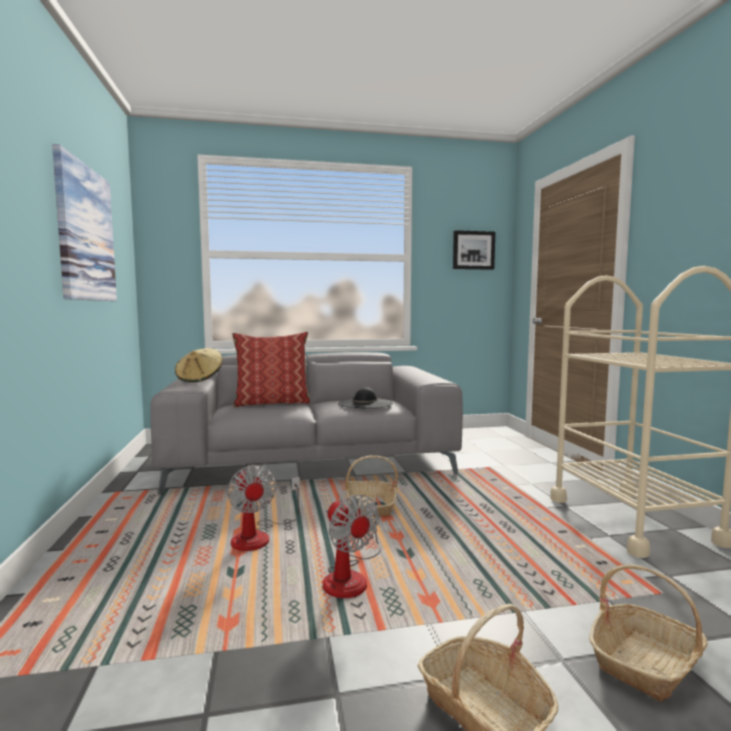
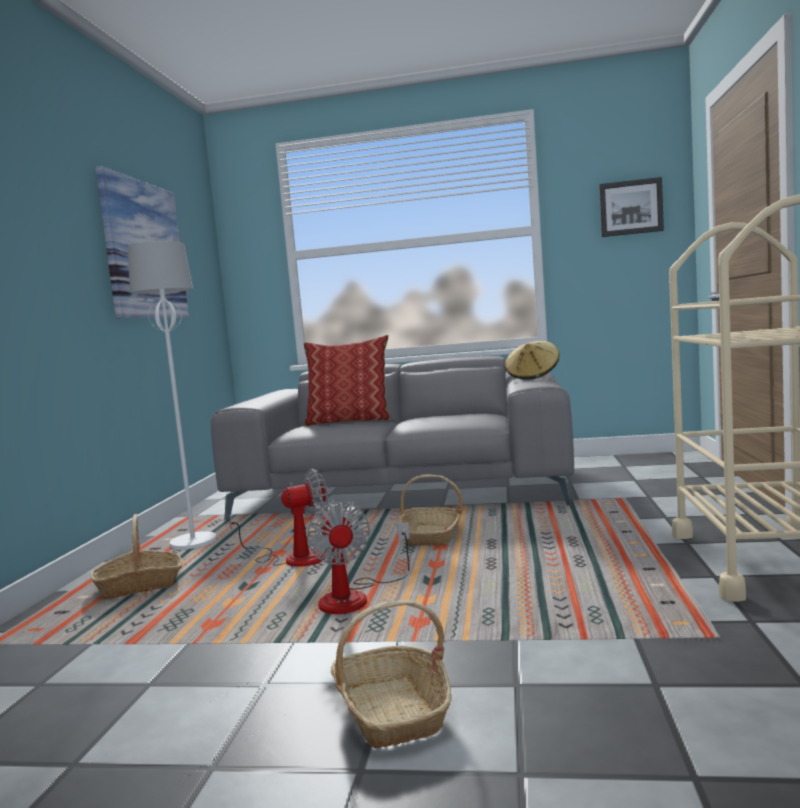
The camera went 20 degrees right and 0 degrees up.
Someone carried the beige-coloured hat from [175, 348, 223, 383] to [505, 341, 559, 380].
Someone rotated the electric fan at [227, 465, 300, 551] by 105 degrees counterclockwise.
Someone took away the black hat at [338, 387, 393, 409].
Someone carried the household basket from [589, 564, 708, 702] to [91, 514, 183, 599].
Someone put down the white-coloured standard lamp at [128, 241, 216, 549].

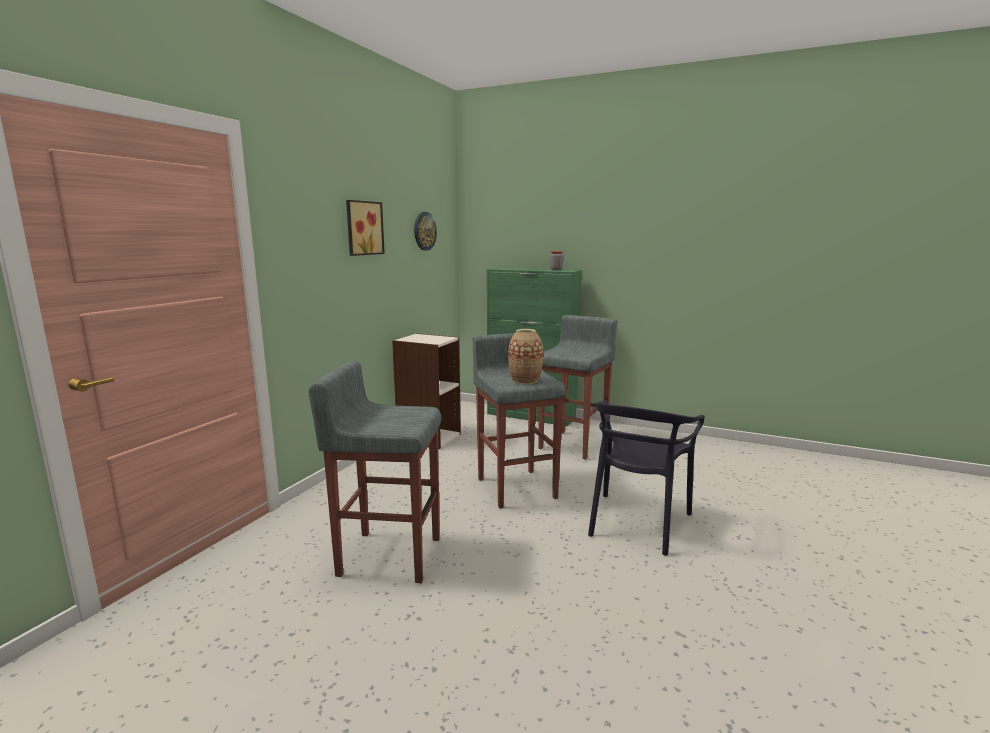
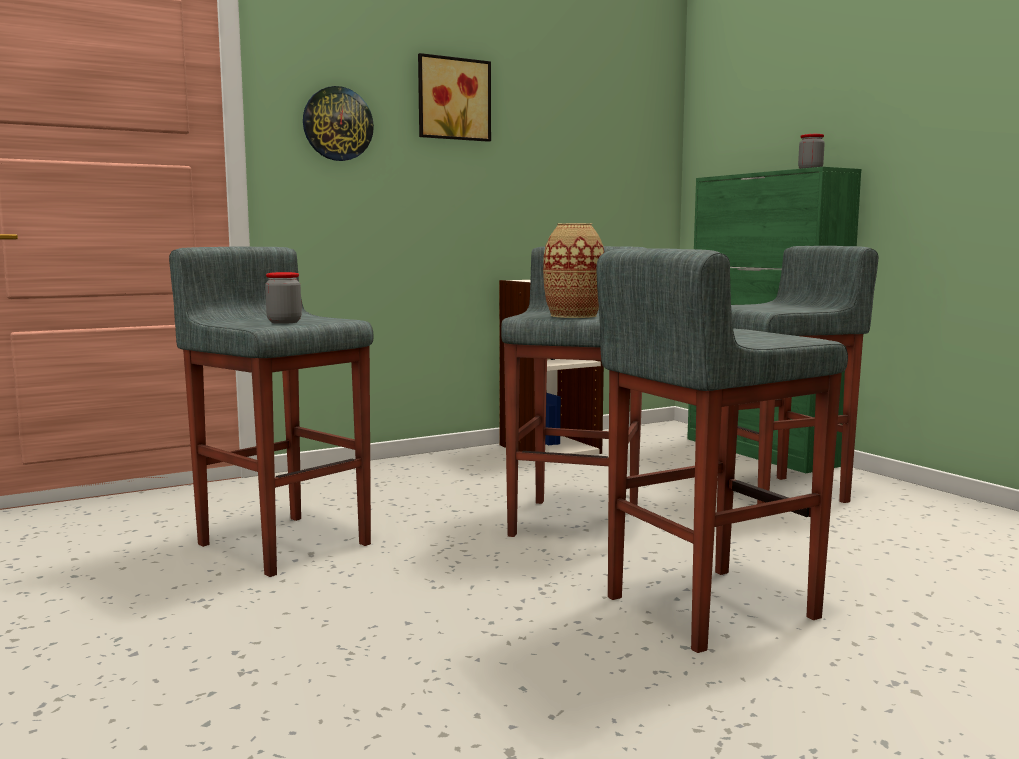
The camera went 35 degrees right and 5 degrees down.
Someone carried the wall clock from [414, 212, 437, 251] to [303, 86, 374, 161].
Someone swapped the black upright chair at [588, 401, 705, 556] for the gray sitting stool at [596, 248, 848, 653].
Someone put down the jar at [265, 272, 302, 324].

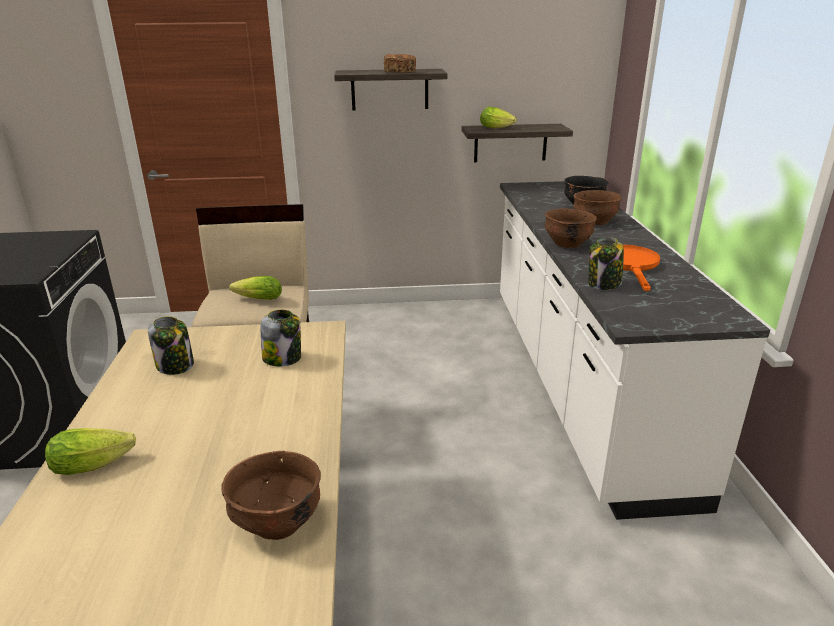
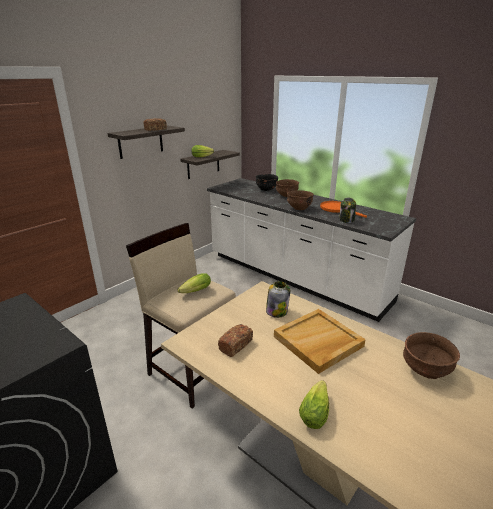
The camera went 45 degrees left and 0 degrees up.
Someone swapped the jar at [148, 316, 194, 375] for the bakery bread at [218, 324, 253, 357].
Someone put down the beige-coloured tray at [274, 309, 366, 374].

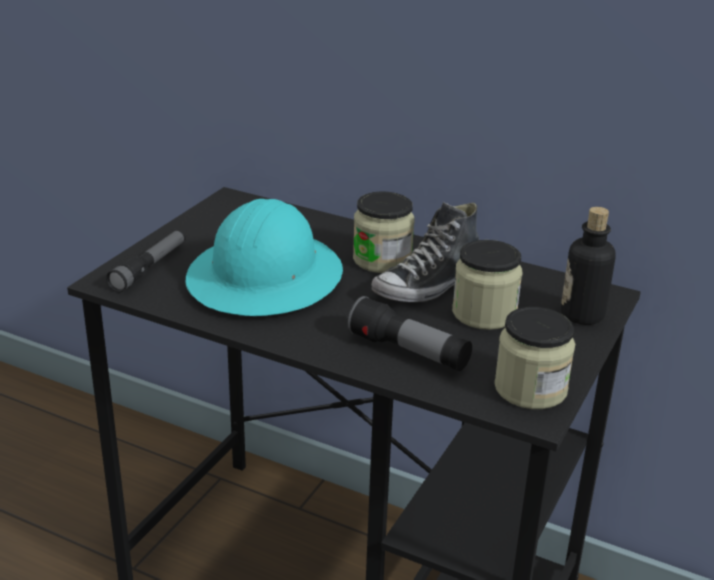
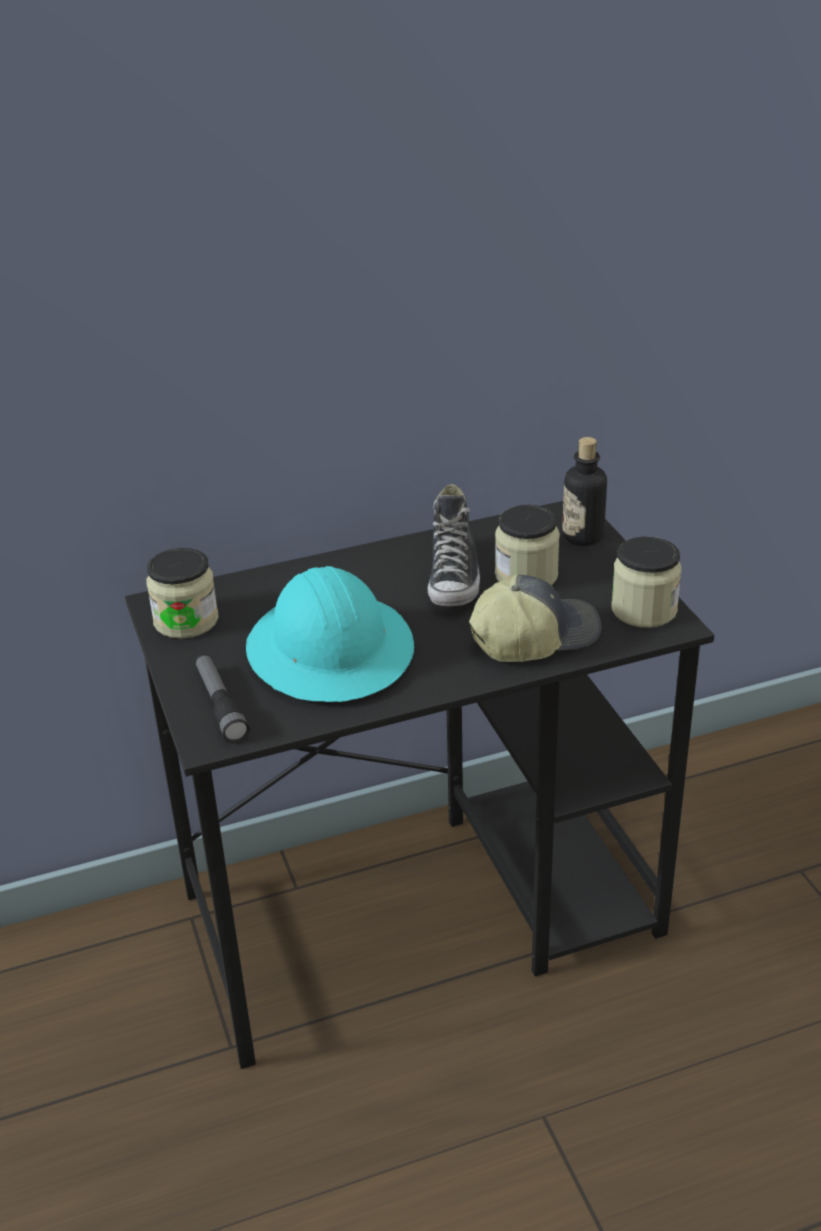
The camera went 45 degrees left and 5 degrees up.
Someone swapped the flashlight at [347, 296, 472, 371] for the baseball cap at [469, 574, 602, 662].
Someone carried the jar from [353, 191, 415, 273] to [147, 548, 219, 639].

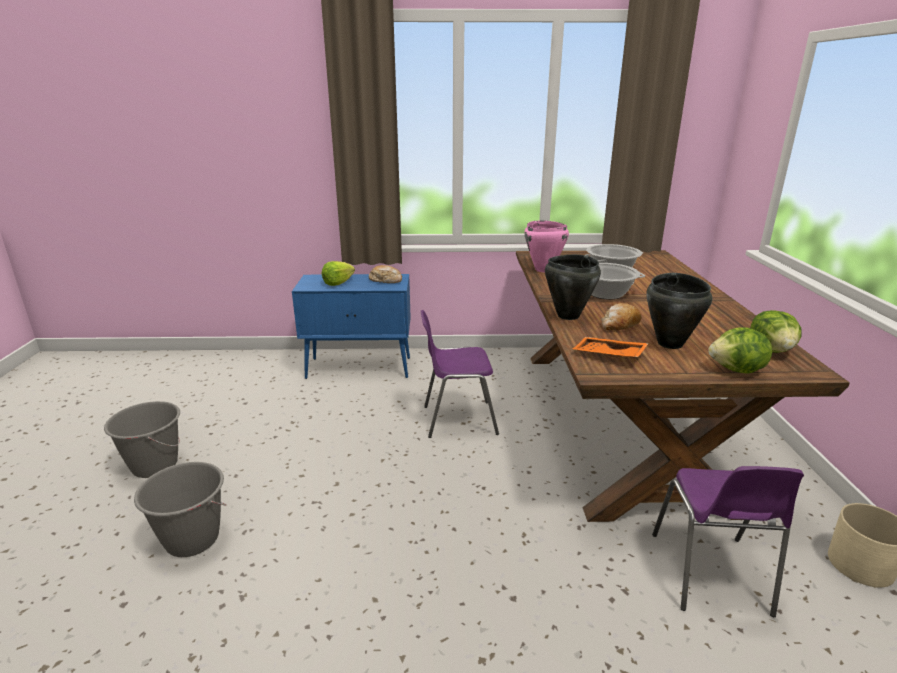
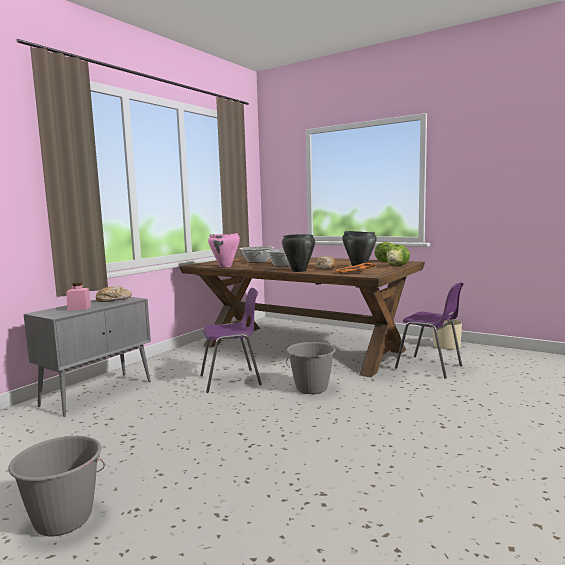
The camera went 55 degrees left and 15 degrees down.
Someone carried the gray pail from [134, 462, 227, 557] to [286, 342, 336, 394].
Someone repainted the blue storage cabinet at [292, 274, 411, 379], which became the gray storage cabinet at [24, 297, 151, 417].
Someone swapped the lettuce at [322, 261, 355, 286] for the pinkish jar at [66, 282, 91, 311].
Someone rotated the purple upright chair at [421, 310, 499, 438] by 135 degrees counterclockwise.

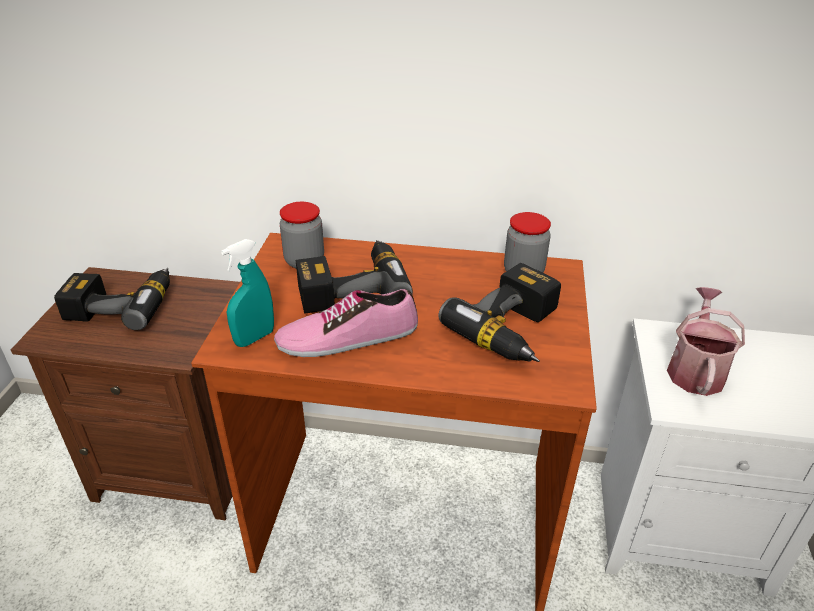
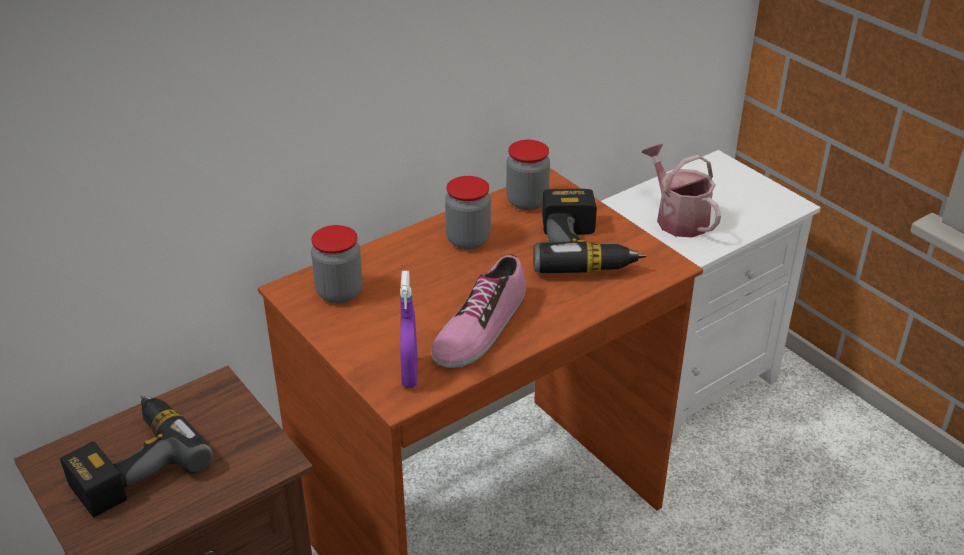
The camera went 45 degrees left and 0 degrees up.
Someone repainted the blue-green sprayer at [221, 239, 274, 347], which became the purple sprayer at [400, 271, 418, 388].
Someone took away the electric drill at [296, 240, 413, 314].
Someone put down the jar at [445, 176, 491, 250].

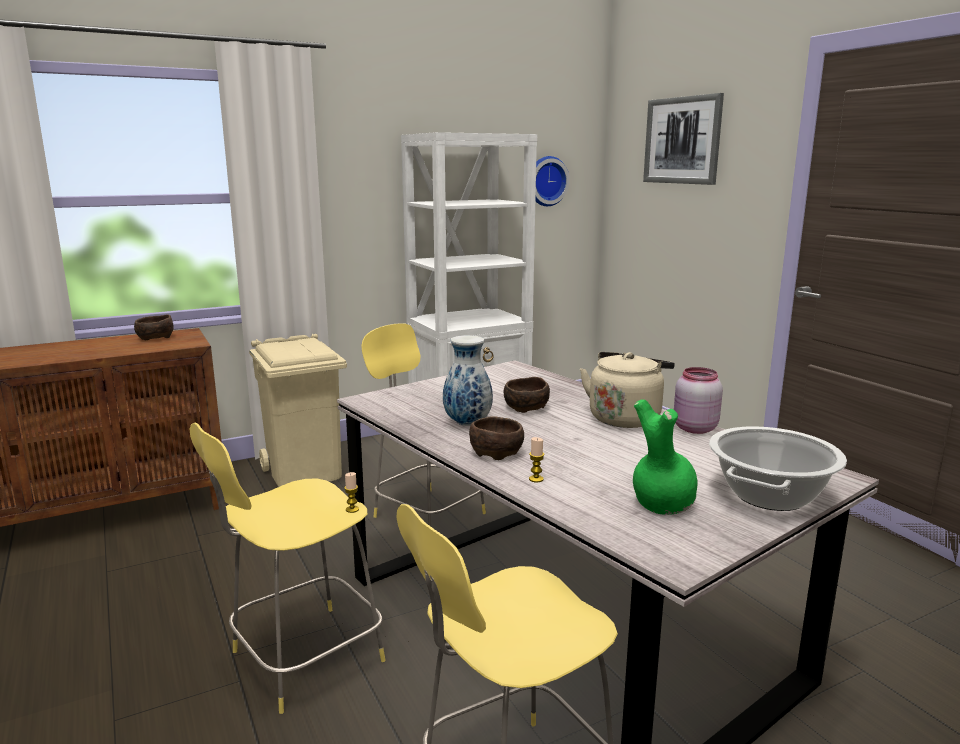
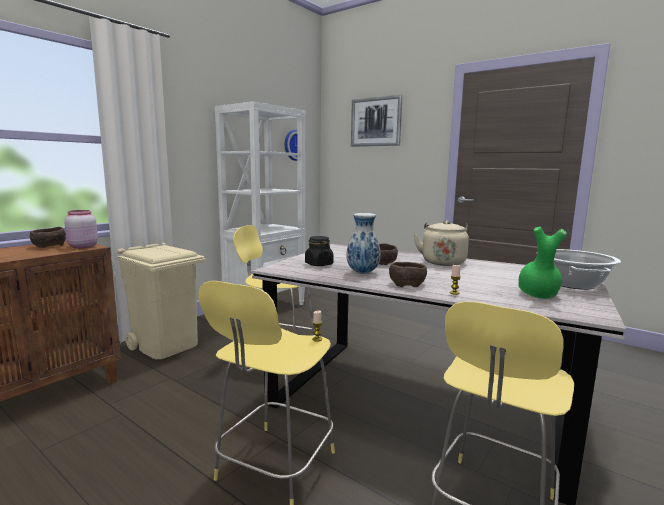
The camera went 25 degrees left and 5 degrees down.
Someone carried the pinkish jar from [674, 367, 723, 434] to [64, 210, 98, 249].
Someone put down the black jar at [305, 236, 334, 266].

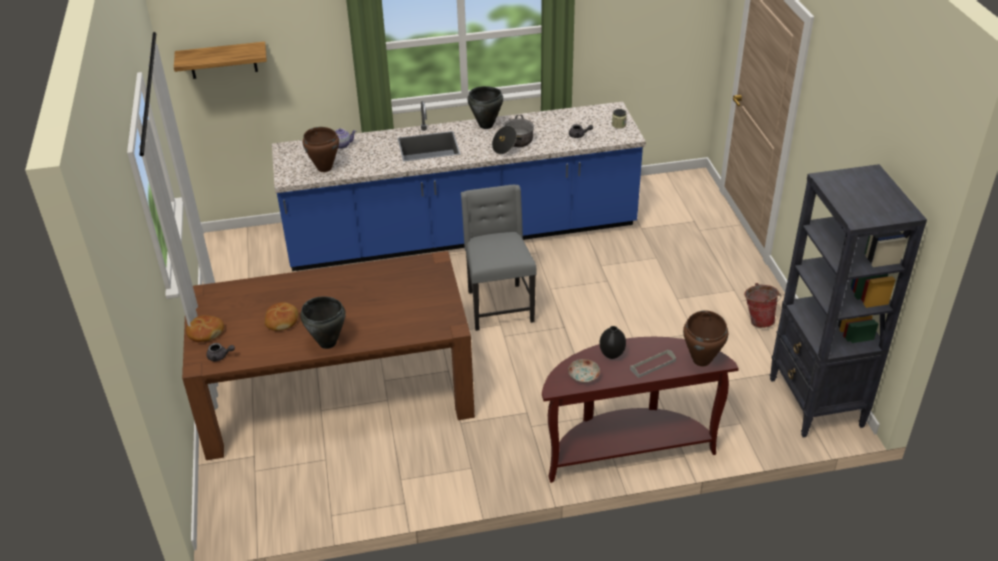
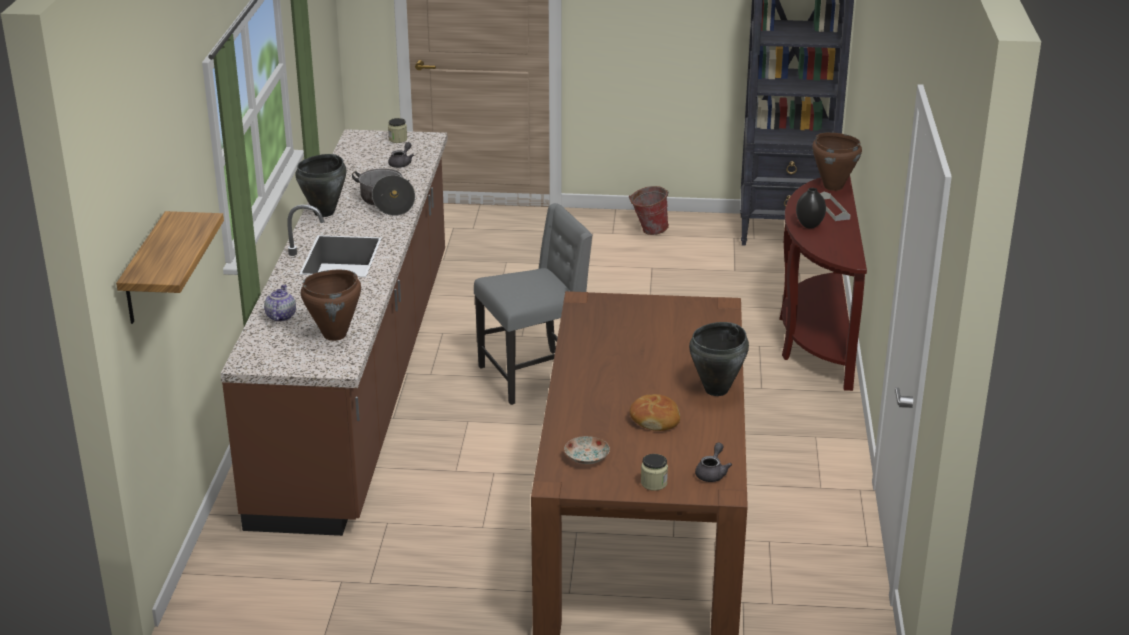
The camera went 75 degrees left and 10 degrees down.
Someone swapped the bakery bread at [186, 315, 224, 342] for the jar at [641, 454, 668, 491].
Someone repainted the blue kitchen counter at [272, 101, 646, 271], which became the brownish kitchen counter at [221, 129, 448, 536].
Someone rotated the gray upright chair at [461, 185, 536, 331] by 150 degrees clockwise.
Someone carried the dinner plate from [568, 359, 600, 383] to [564, 436, 610, 464].

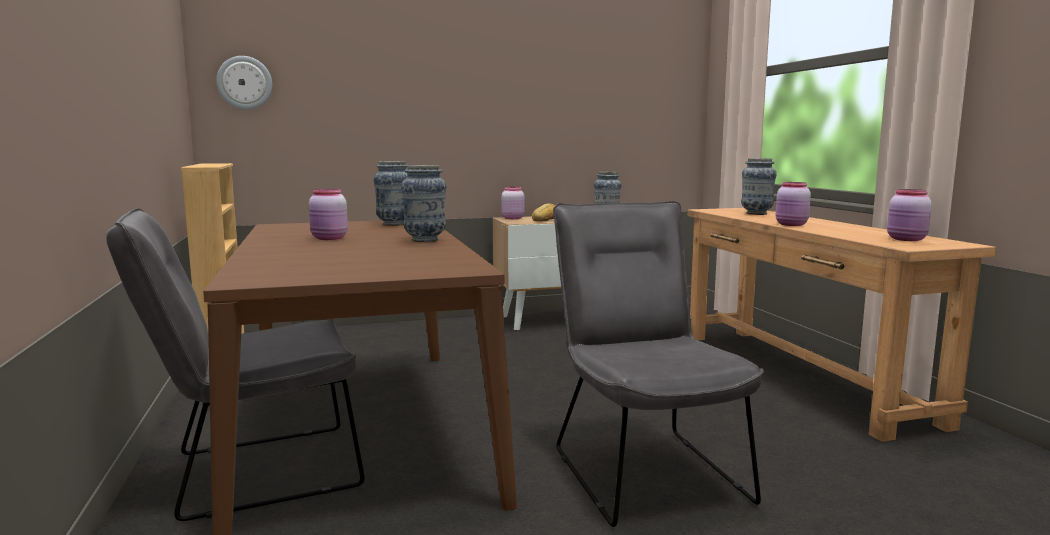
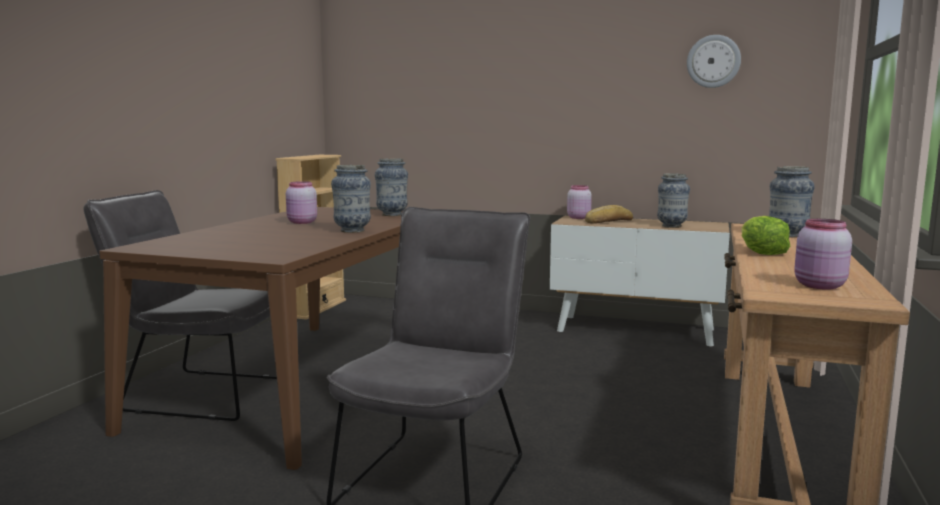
The camera went 35 degrees right and 0 degrees up.
Someone carried the wall clock from [216, 56, 272, 110] to [687, 35, 741, 88].
Someone swapped the pinkish jar at [776, 182, 811, 226] for the lettuce at [742, 216, 790, 255].

